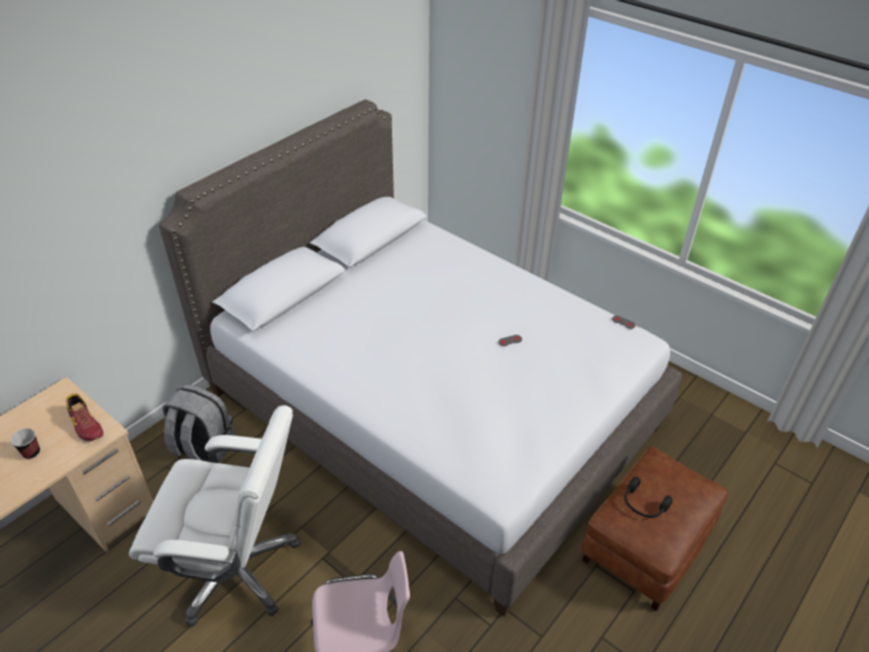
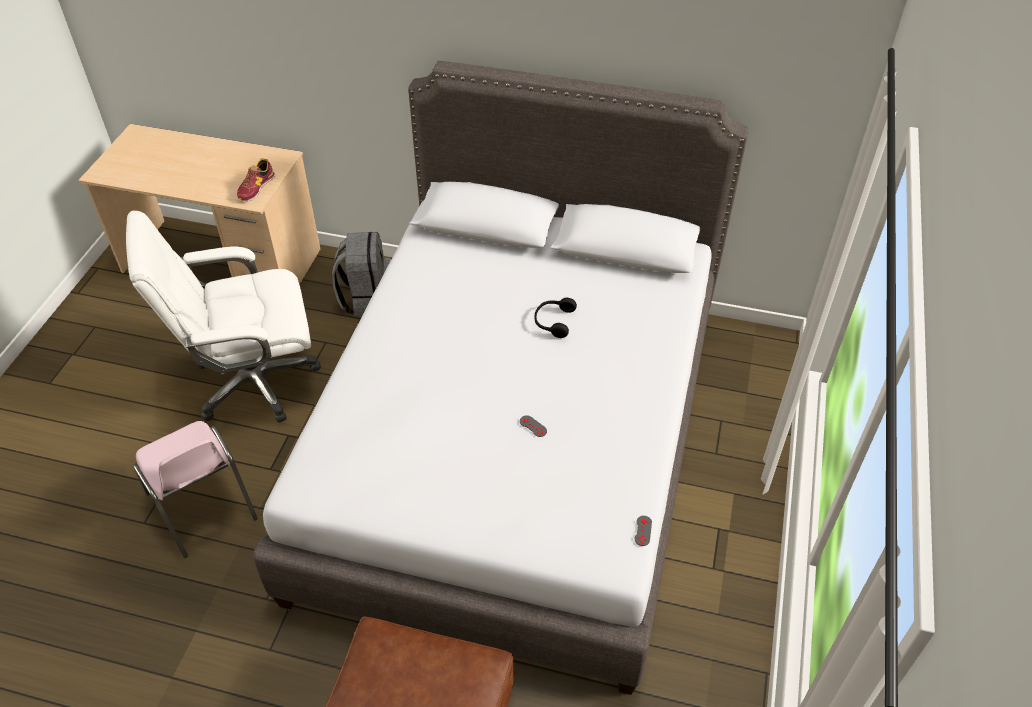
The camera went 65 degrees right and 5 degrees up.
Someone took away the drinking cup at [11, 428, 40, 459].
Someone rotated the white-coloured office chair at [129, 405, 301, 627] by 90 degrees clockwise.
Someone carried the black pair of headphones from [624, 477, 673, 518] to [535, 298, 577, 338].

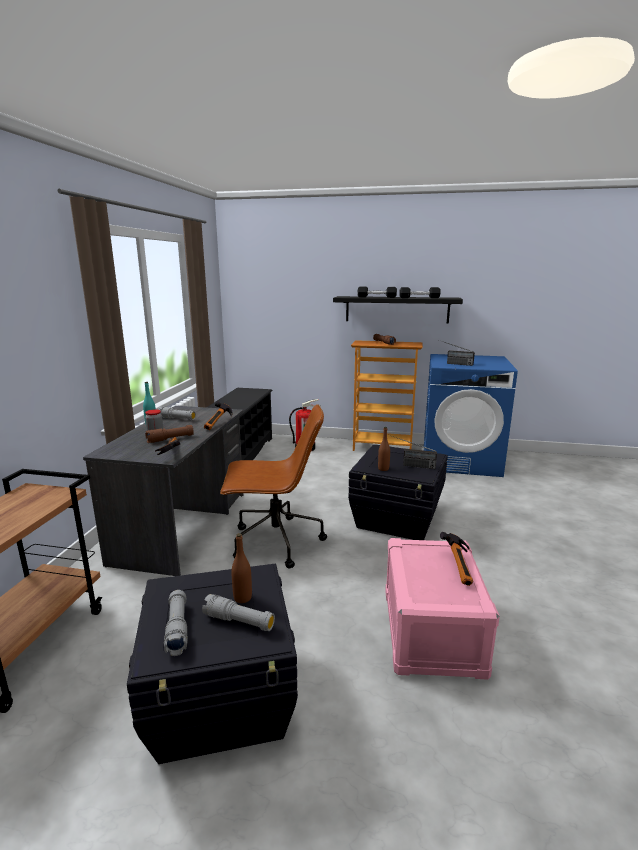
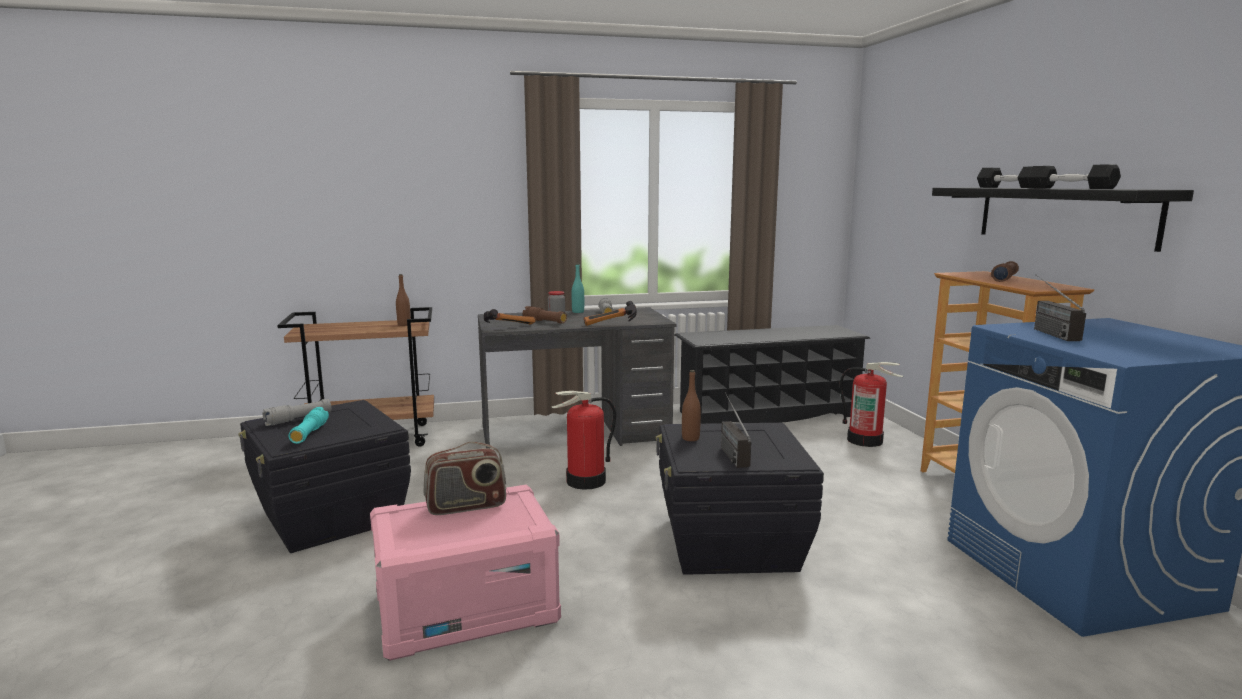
The camera went 65 degrees right and 5 degrees down.
Someone repainted the gray flashlight at [202, 594, 275, 631], which became the blue-green flashlight at [289, 407, 329, 444].
Someone swapped the brownish office chair at [220, 404, 327, 569] for the fire extinguisher at [552, 391, 616, 490].
Someone carried the brownish drink bottle from [231, 533, 252, 603] to [396, 274, 411, 326].
Someone took away the tool hammer at [440, 532, 474, 586].
Someone put down the radio at [424, 442, 506, 515].

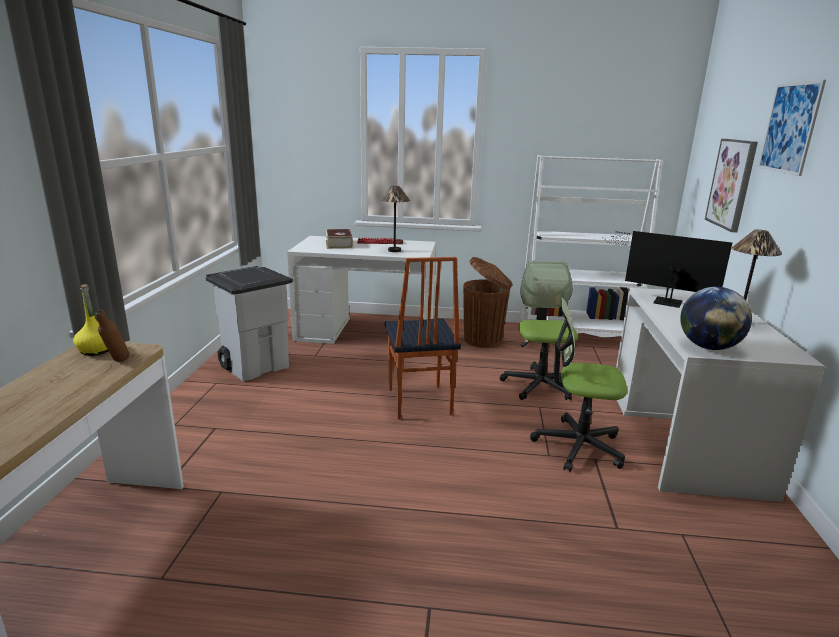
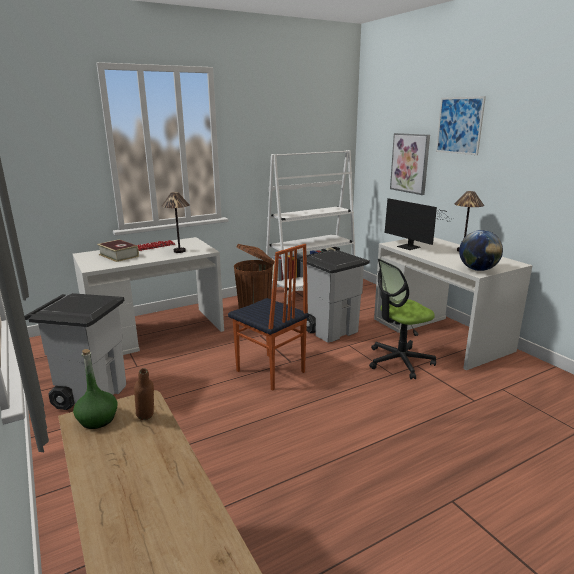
The camera went 35 degrees left and 0 degrees up.
Someone repainted the yellowish drink bottle at [73, 284, 108, 356], which became the greenish drink bottle at [73, 349, 117, 429].
Someone swapped the office chair at [500, 261, 578, 400] for the gray waste bin at [299, 250, 370, 343].
Someone rotated the computer screen at [602, 231, 732, 308] by 120 degrees counterclockwise.

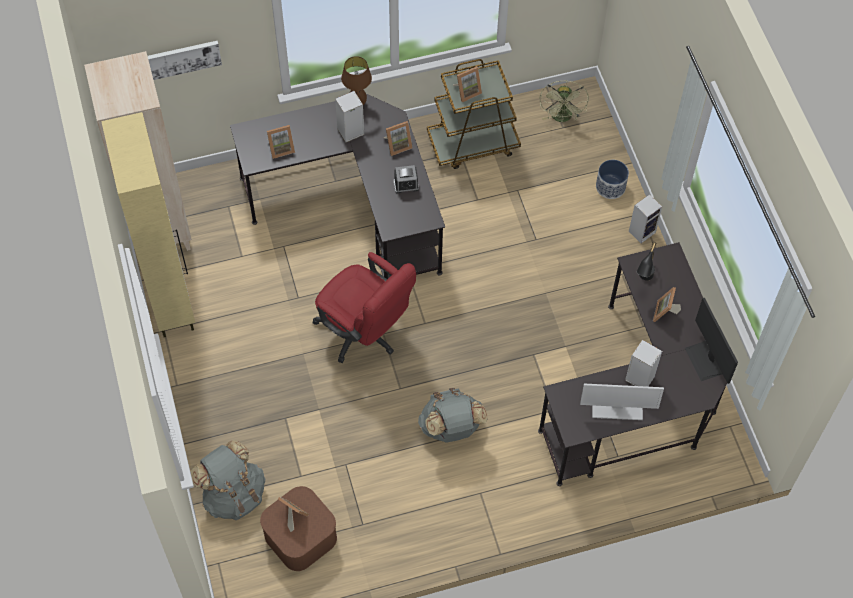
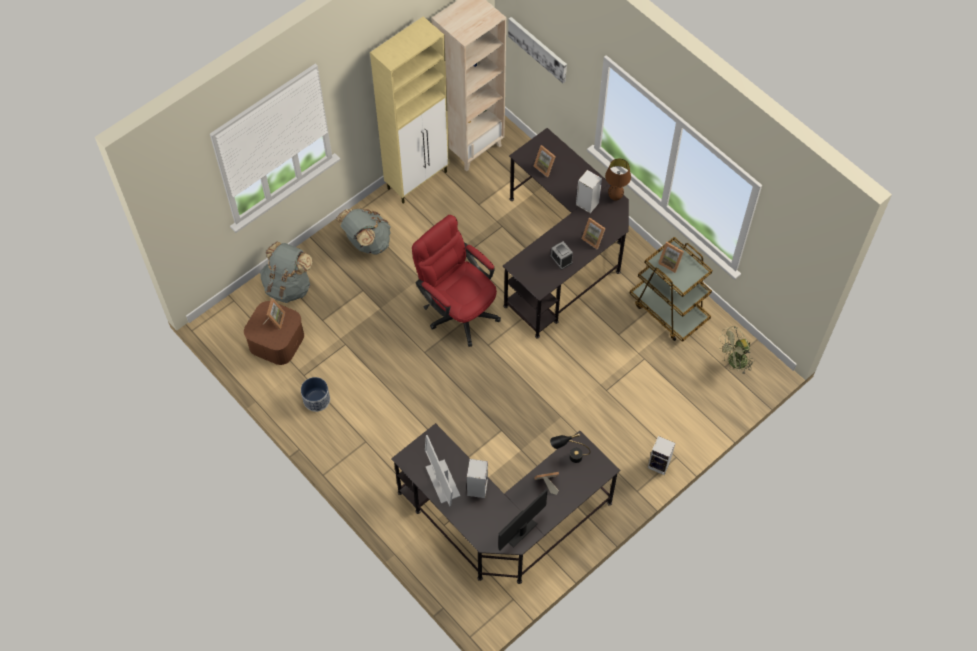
The camera went 65 degrees right and 0 degrees up.
Someone rotated the reddish office chair at [313, 252, 416, 364] by 120 degrees clockwise.
Someone carried the gray rucksack from [418, 388, 487, 443] to [336, 208, 391, 255].
Someone carried the planter from [596, 160, 629, 199] to [301, 377, 330, 412].

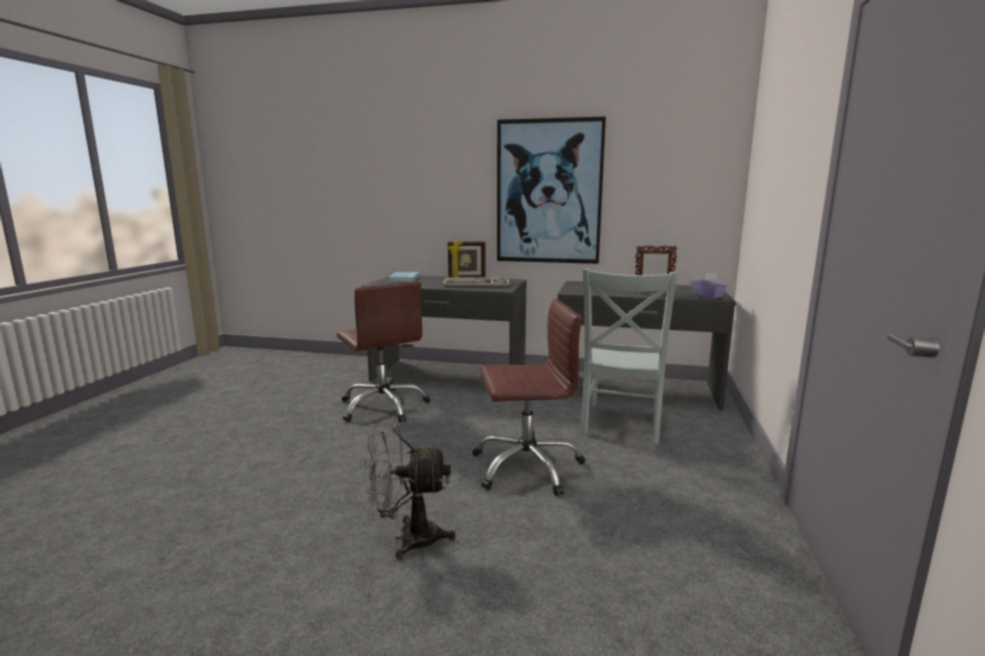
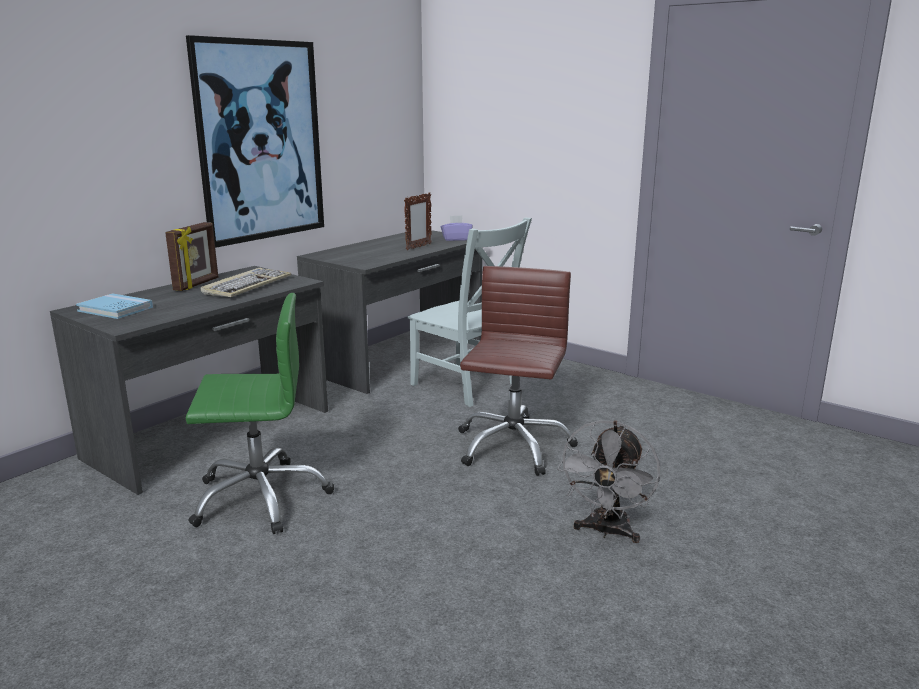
The camera went 65 degrees left and 5 degrees up.
Someone repainted the brownish office chair at [337, 282, 430, 423], which became the greenish office chair at [186, 293, 334, 534].

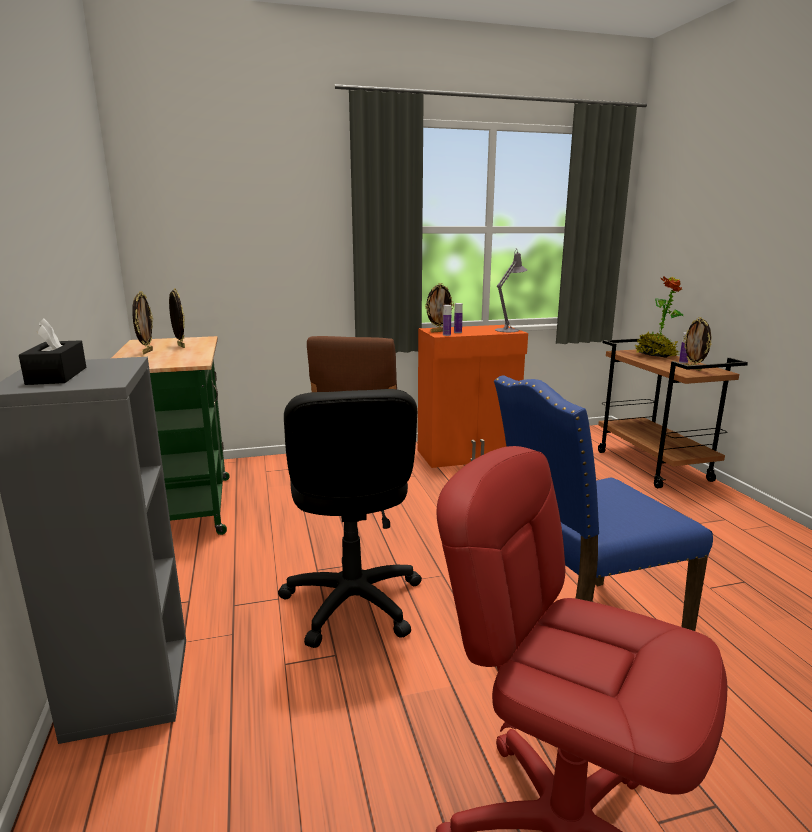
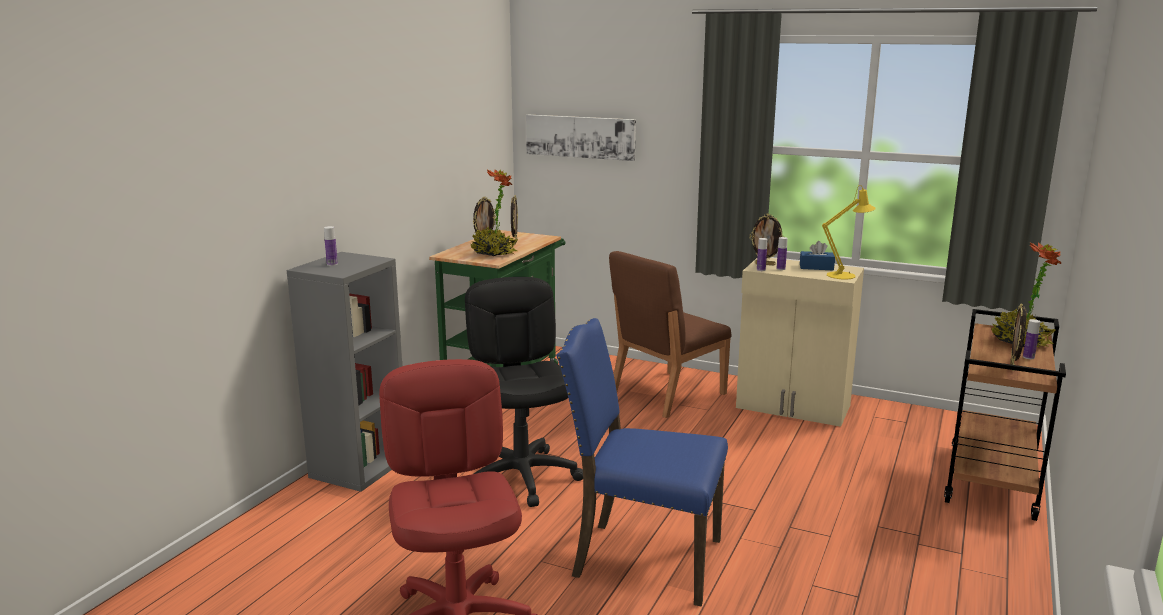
The camera went 40 degrees right and 0 degrees up.
Someone swapped the black box of tissues at [19, 318, 86, 385] for the drink bottle at [324, 226, 338, 266].
Someone rotated the black office chair at [278, 389, 422, 648] by 135 degrees clockwise.
Someone repainted the orangey storage cabinet at [418, 325, 528, 468], which became the beige-coloured storage cabinet at [736, 258, 864, 427].
Someone repainted the gray lamp for a table at [495, 249, 527, 332], which became the yellowish lamp for a table at [822, 187, 876, 279].
Someone put down the plant in a pot at [471, 169, 518, 256].
Someone put up the wall picture at [526, 115, 636, 161].
Someone put down the blue box of tissues at [800, 241, 835, 271].

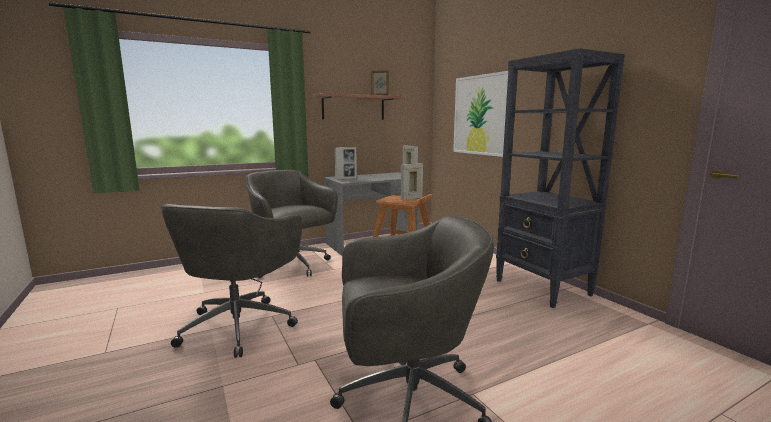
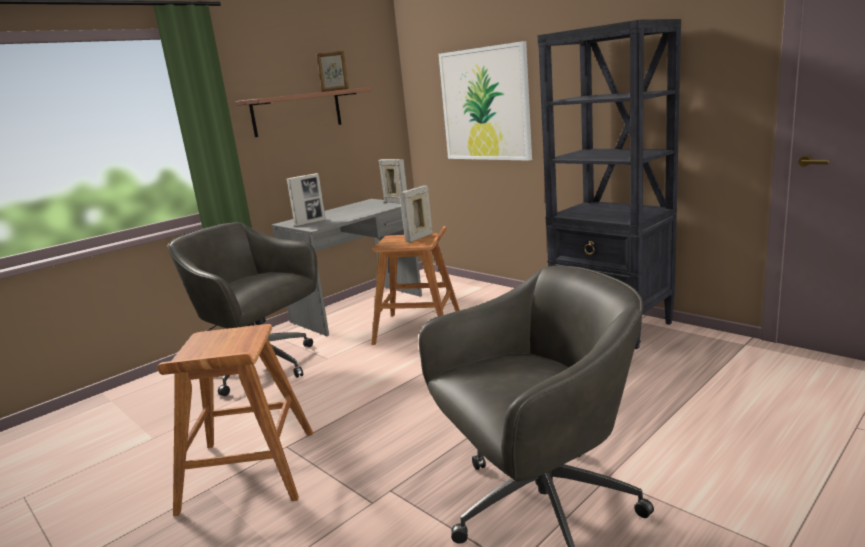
The camera went 15 degrees left and 5 degrees up.
Someone swapped the gray office chair at [161, 204, 302, 358] for the brownish sitting stool at [157, 324, 313, 516].

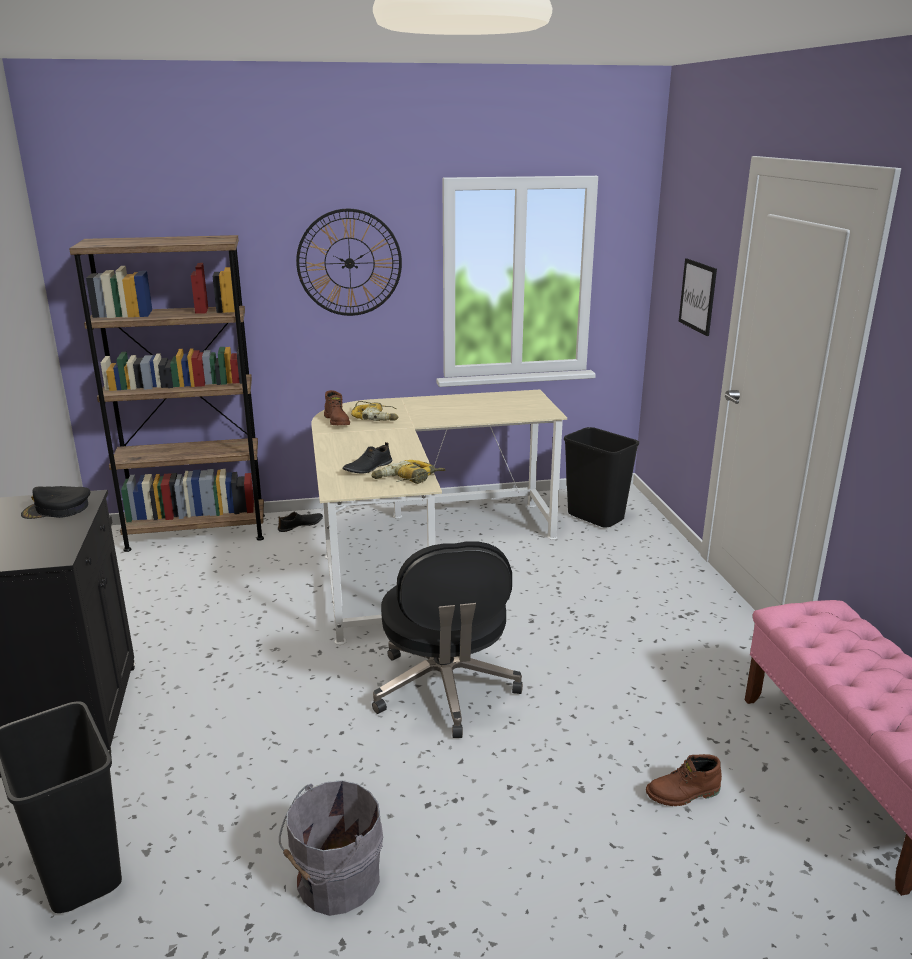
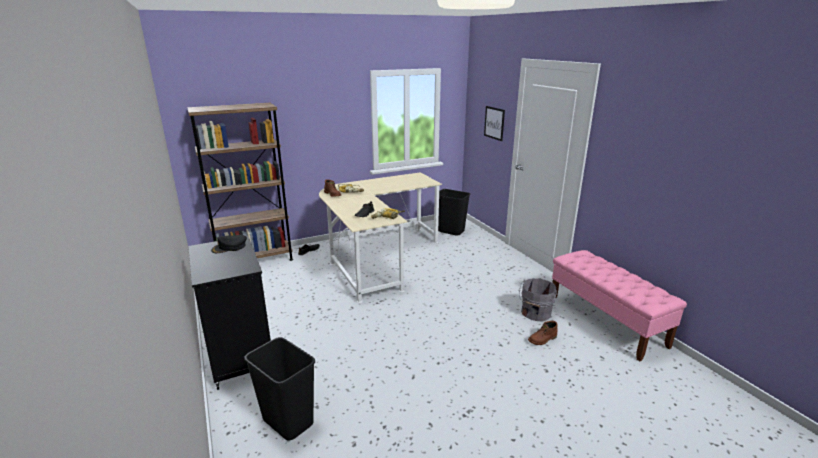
The camera went 15 degrees left and 0 degrees up.
Someone carried the gray pail from [279, 780, 383, 916] to [519, 278, 557, 321].
Someone took away the wall clock at [296, 209, 402, 316].
Someone took away the black office chair at [372, 541, 523, 738].

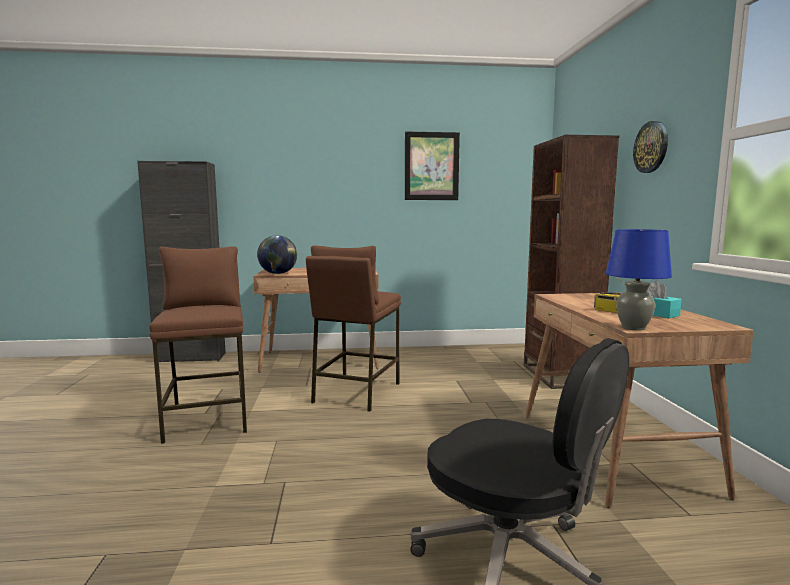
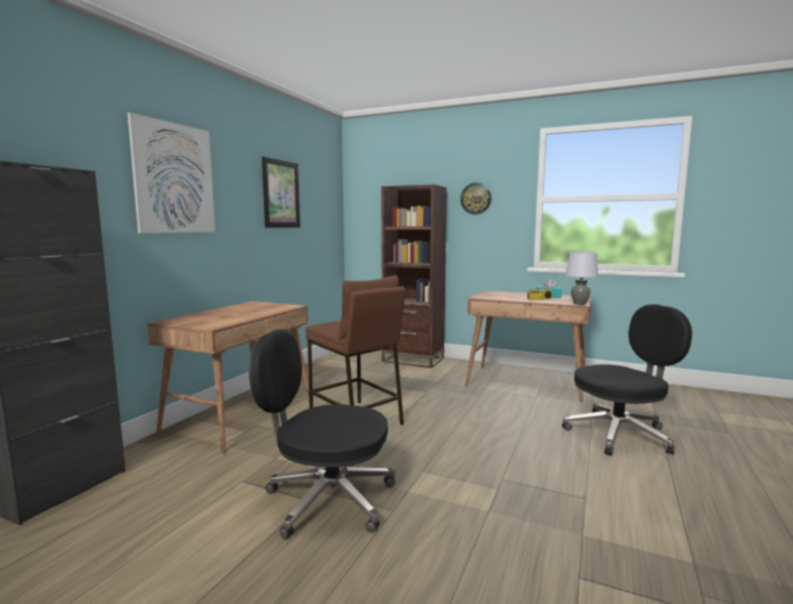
The camera went 60 degrees left and 0 degrees up.
Someone swapped the brownish sitting stool at [150, 246, 247, 444] for the black office chair at [249, 329, 395, 539].
Someone took away the desk globe at [257, 235, 297, 274].
Someone repainted the blue lamp for a table at [606, 229, 672, 331], which became the gray lamp for a table at [565, 252, 599, 305].
Someone put up the wall picture at [127, 113, 215, 233].

